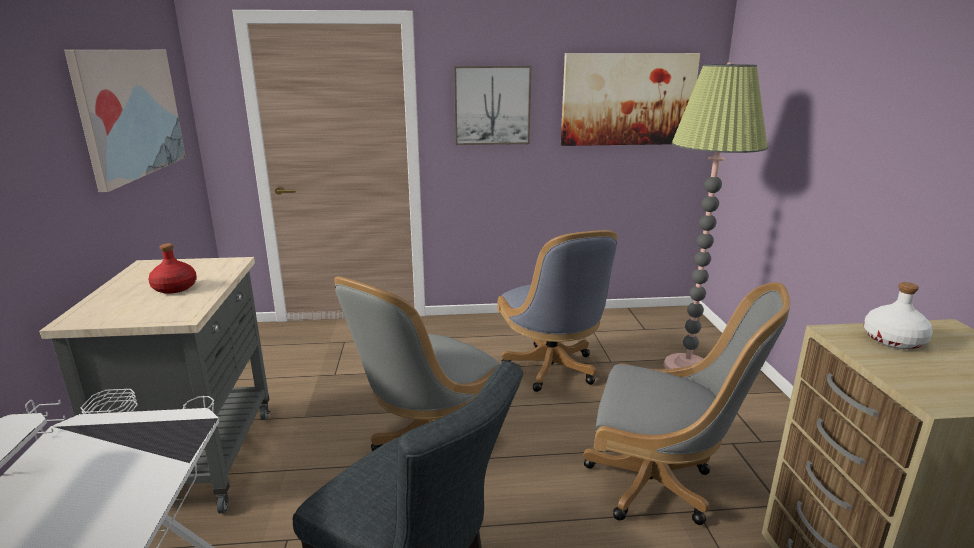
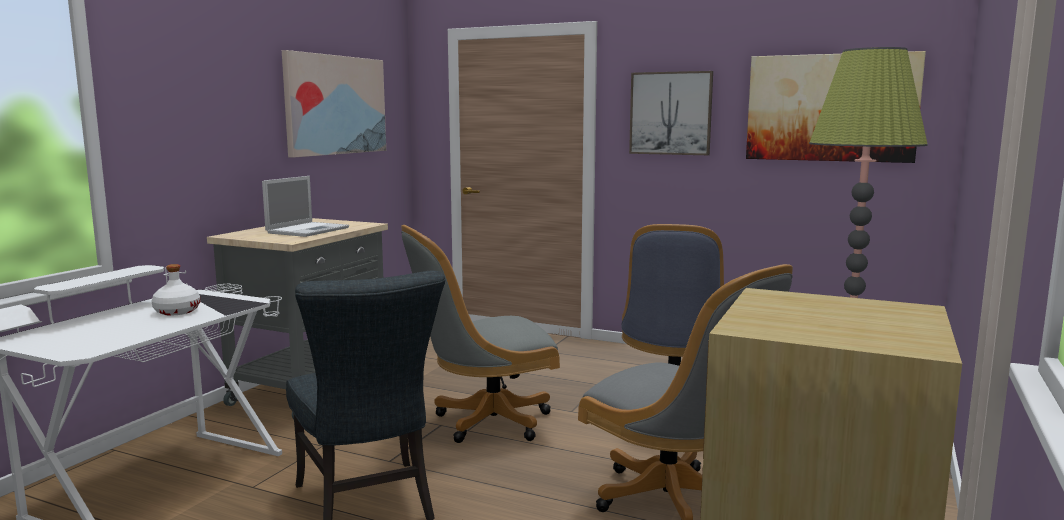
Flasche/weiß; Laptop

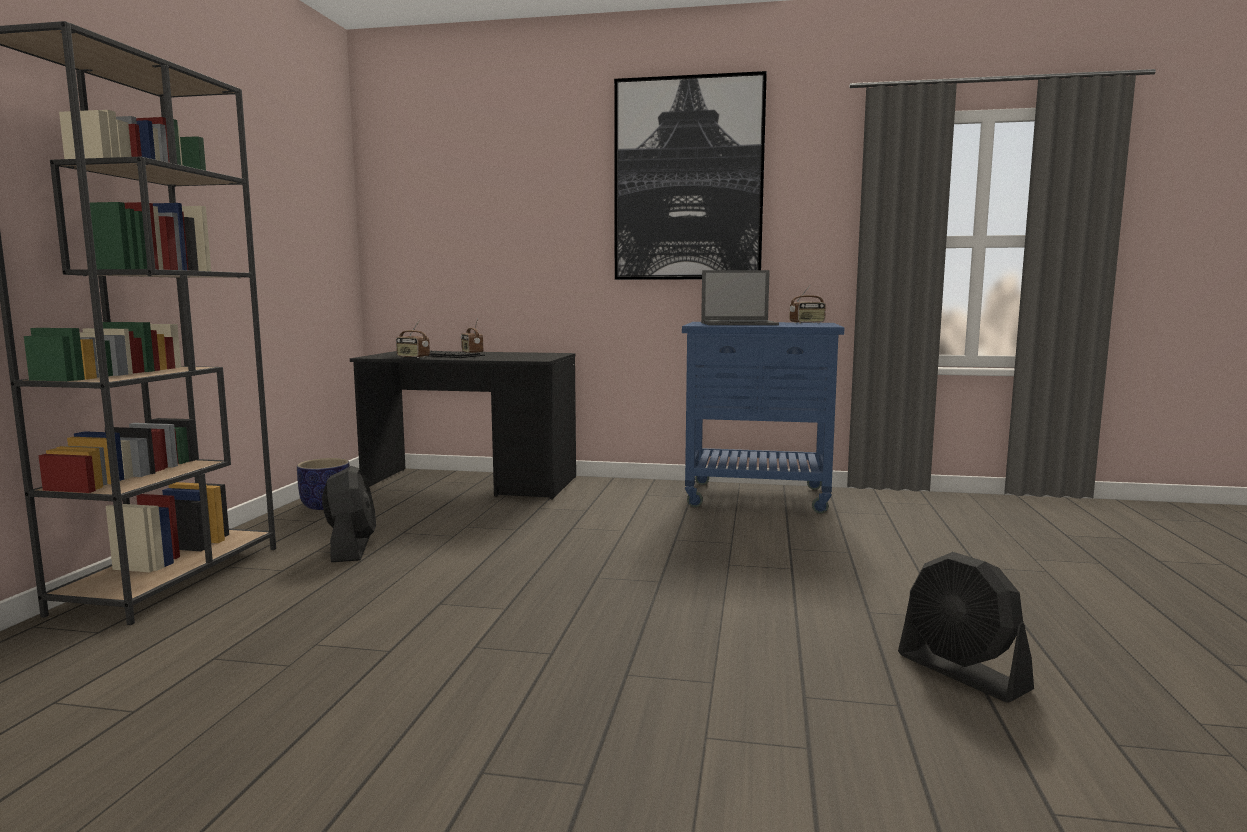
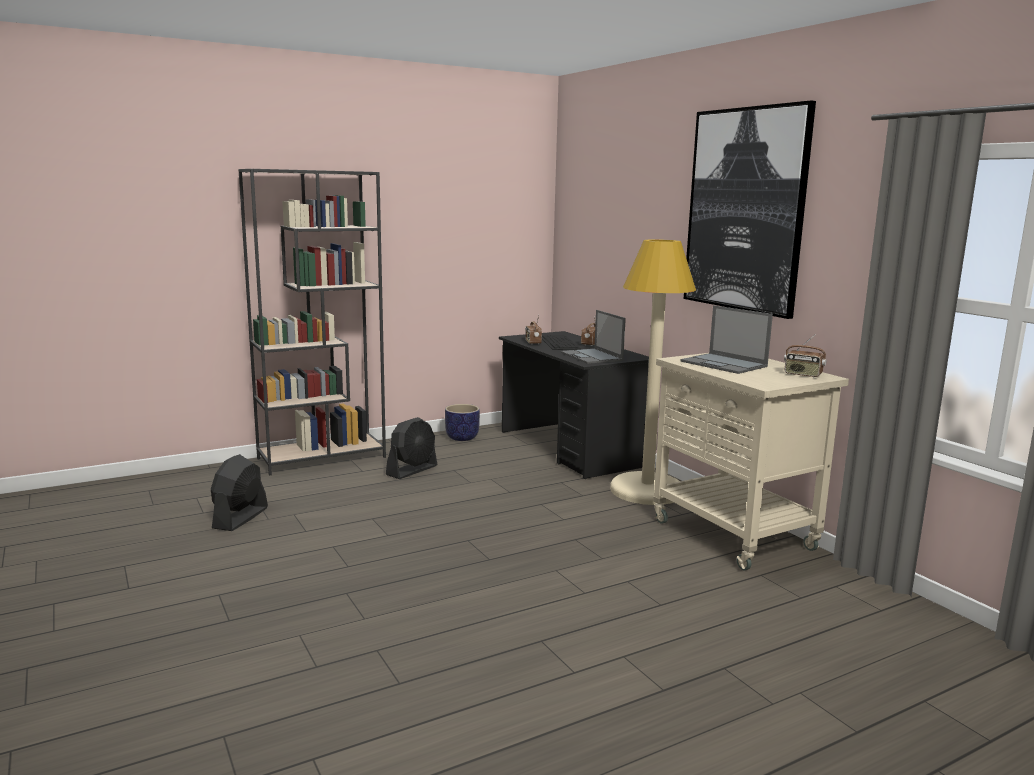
Ventilator/schwarz (no. 1 from left); Laptop (no. 1 from left); Stehlampe/beige; Rollwagen/beige

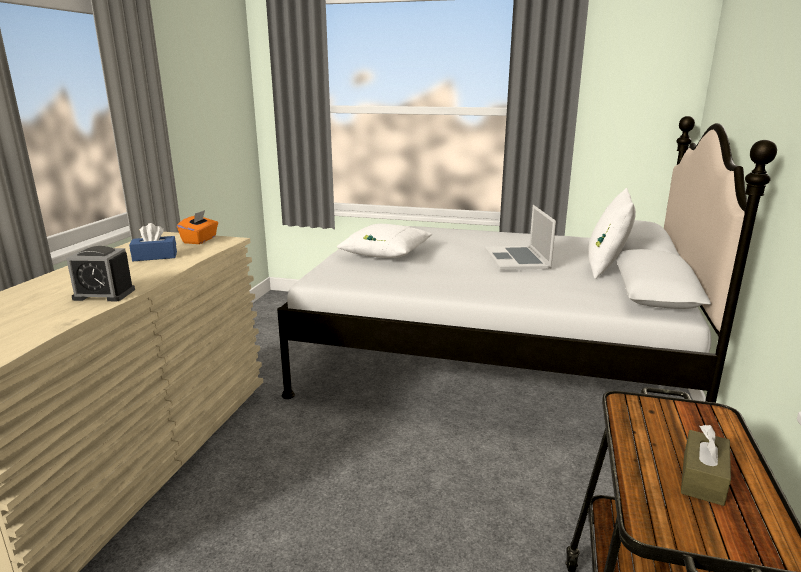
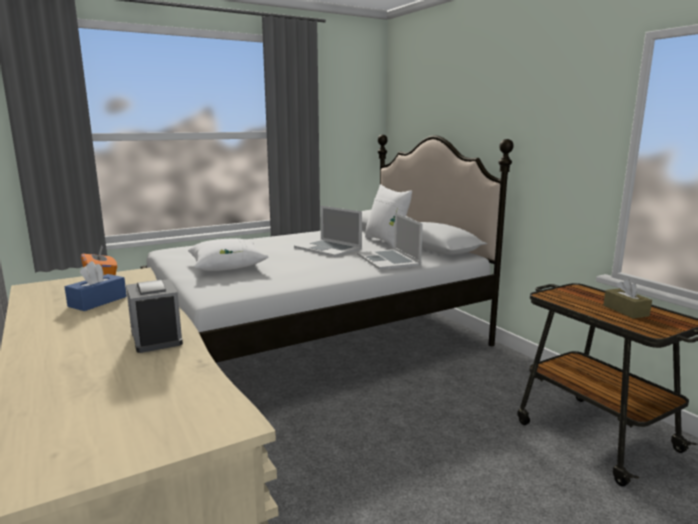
Wecker; Laptop (no. 2 from left)

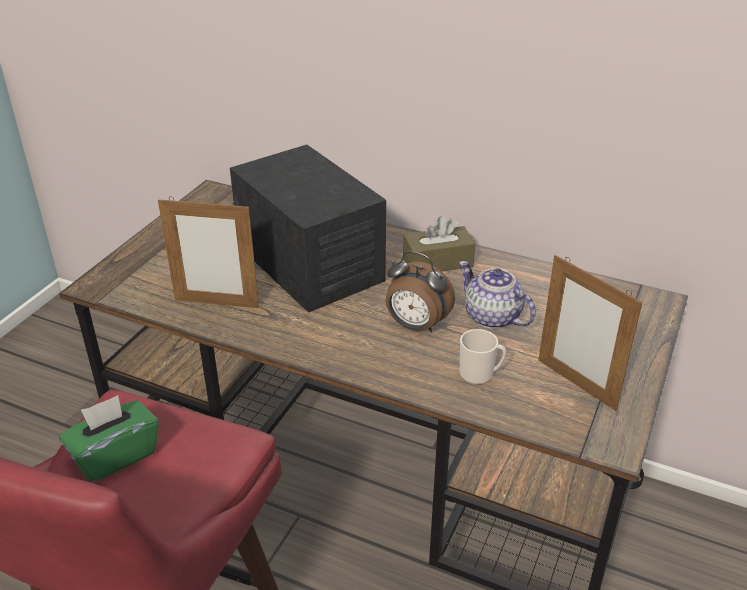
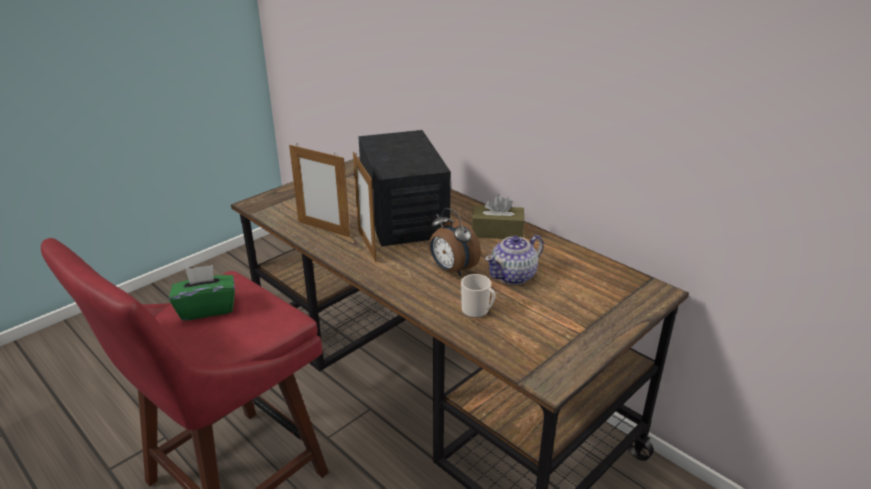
Bilderrahmen (no. 2 from left); Teekanne

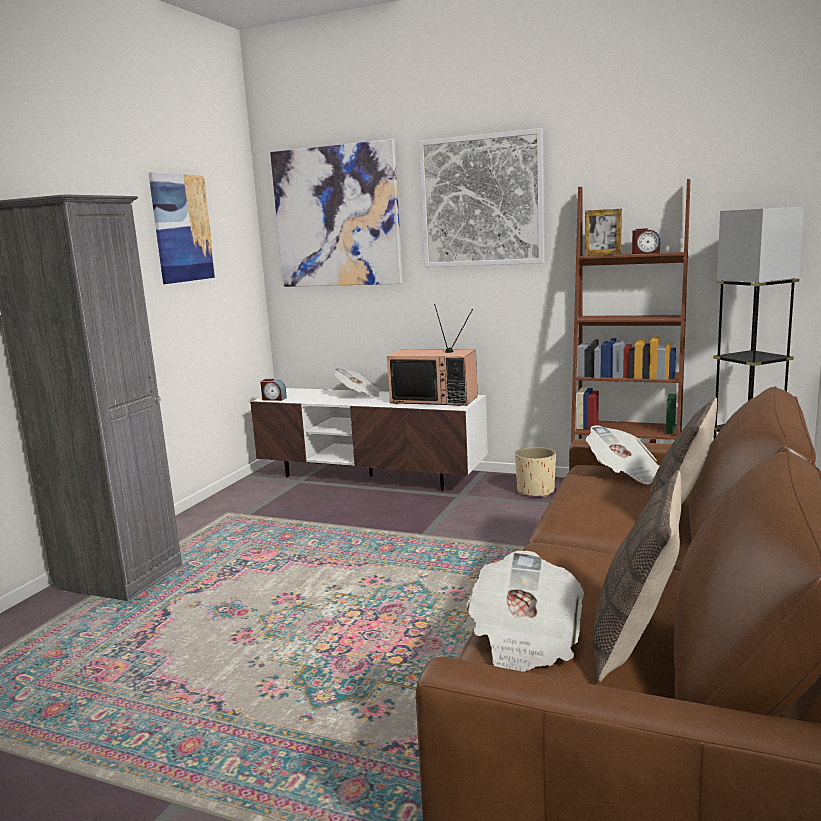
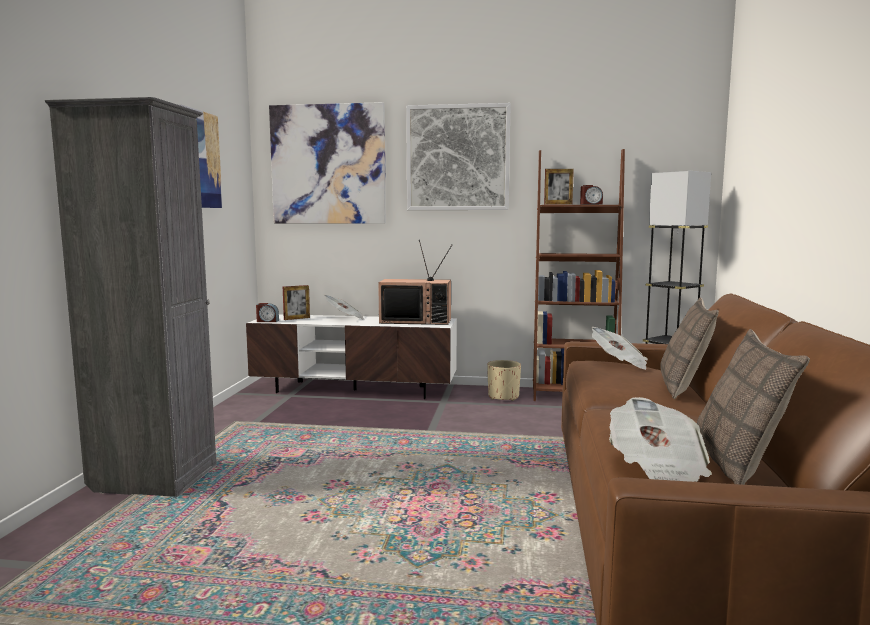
Bilderrahmen (no. 1 from left)

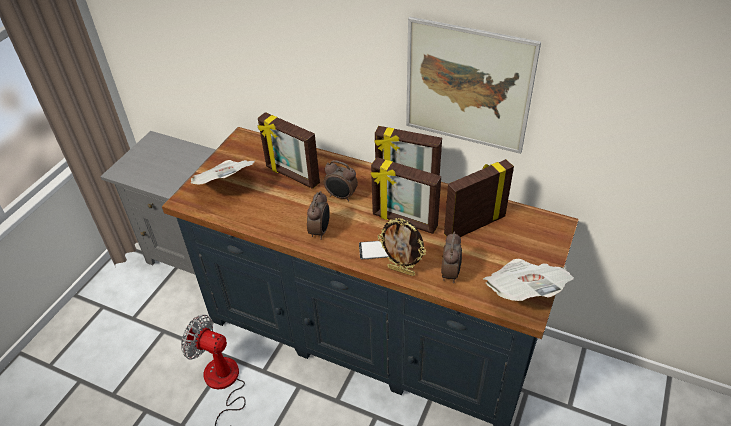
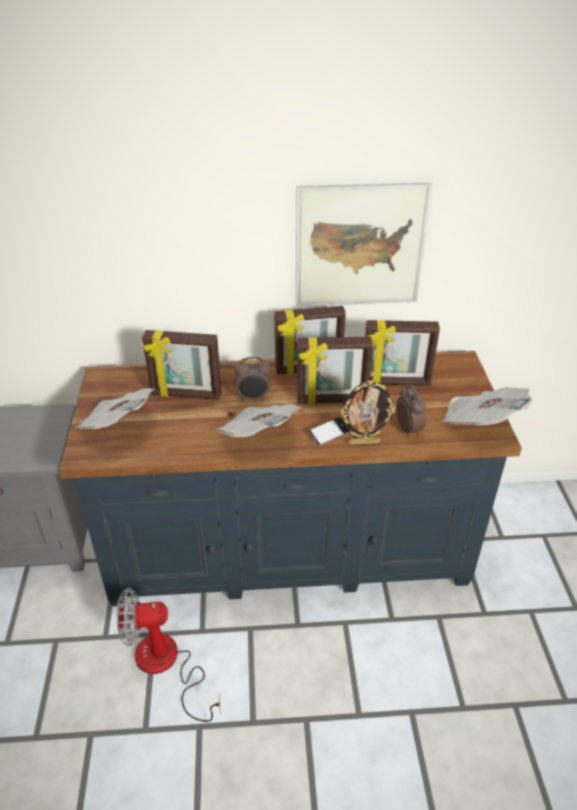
Zeitung (no. 2 from left); Bilderrahmen (no. 5 from left)

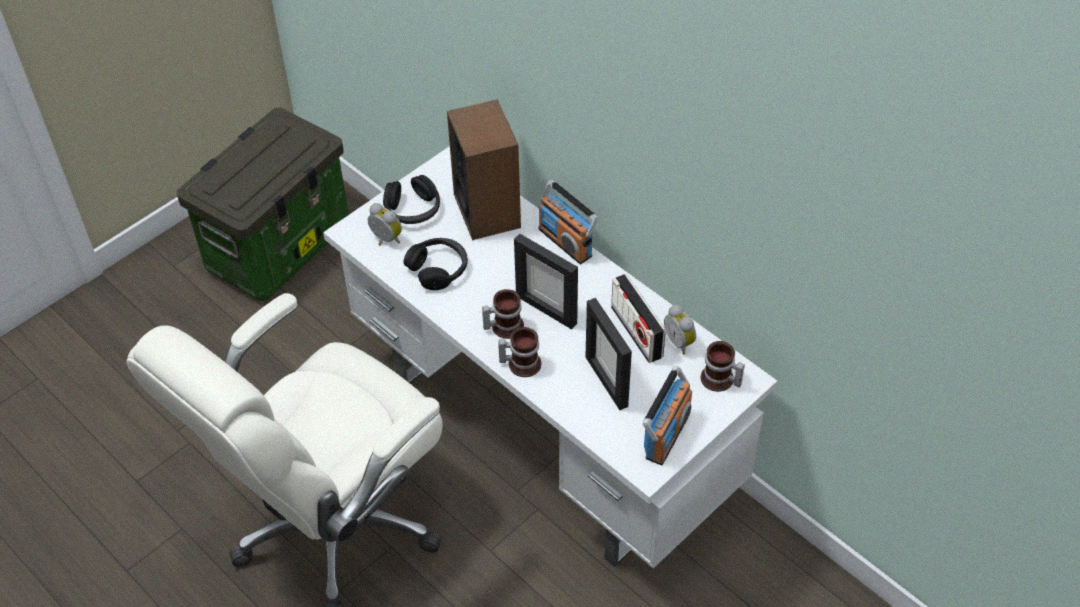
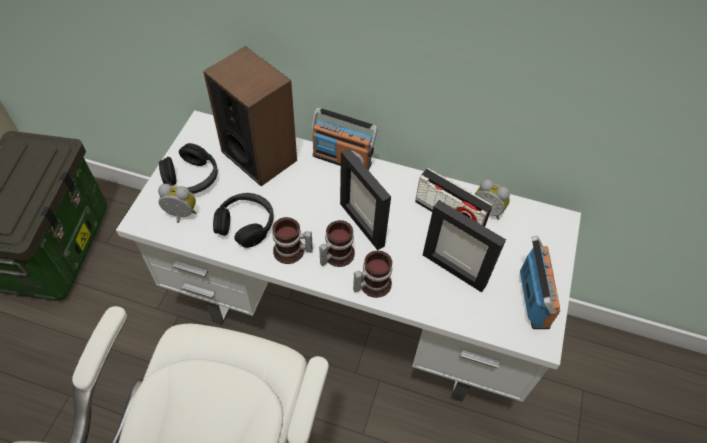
Henkelbecher (no. 1 from left); Bilderrahmen (no. 1 from left)

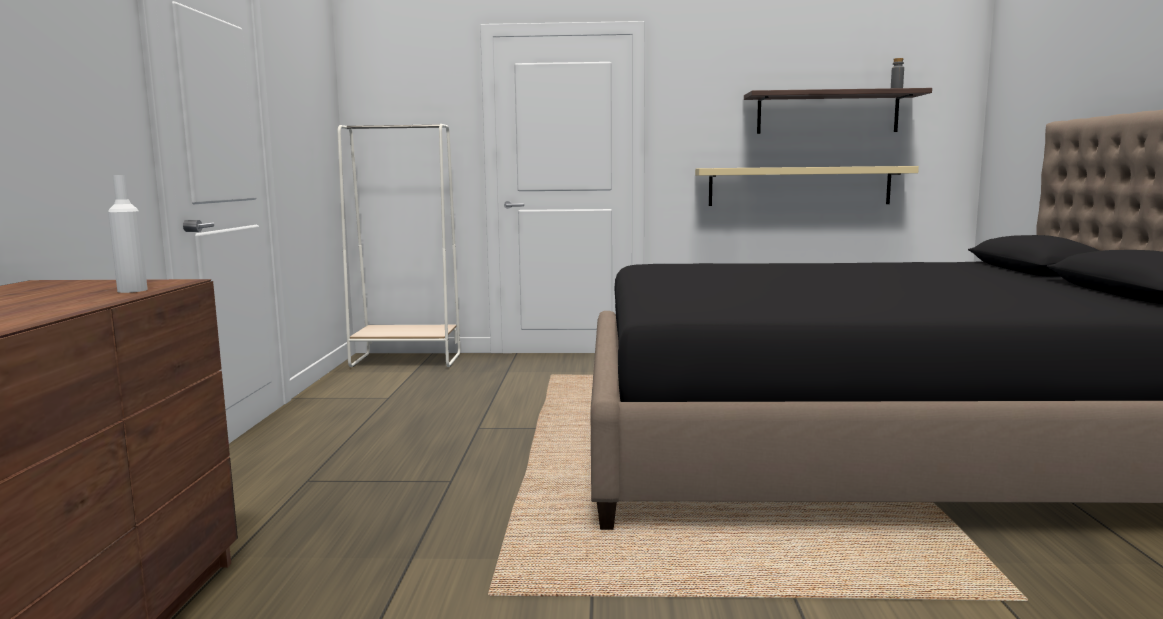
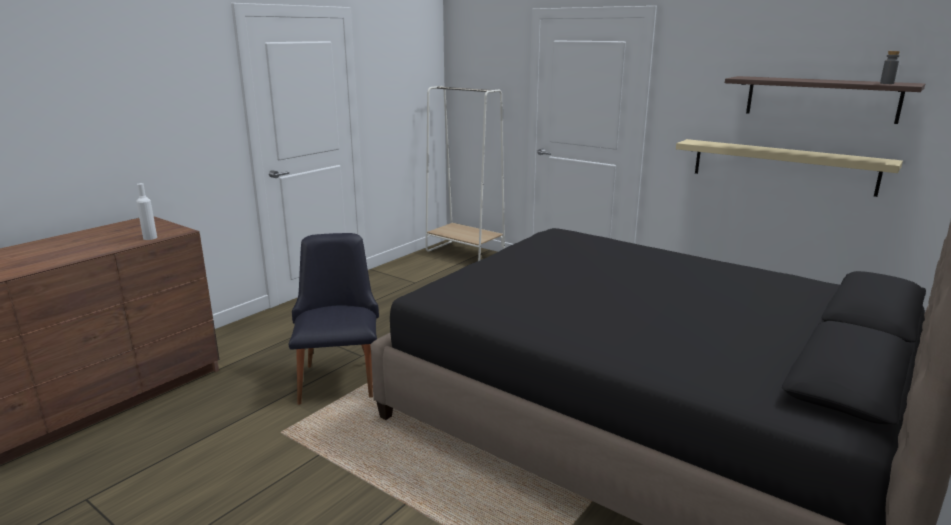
Stuhl/schwarz

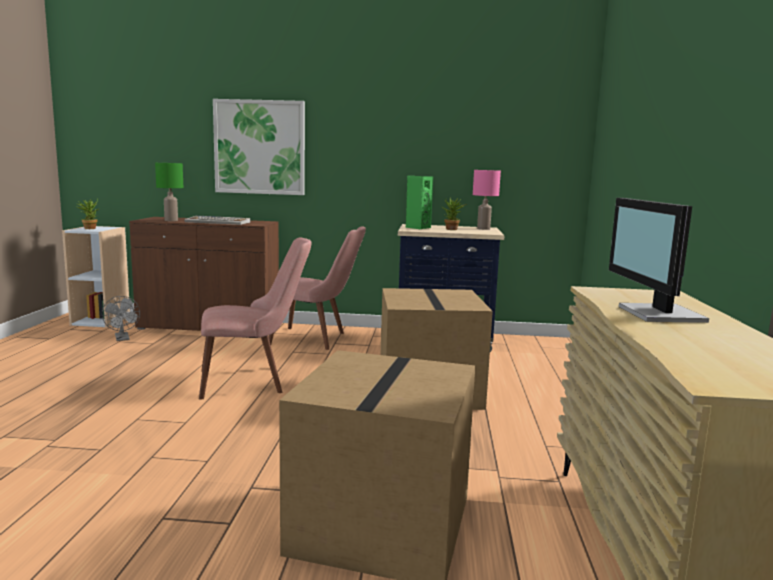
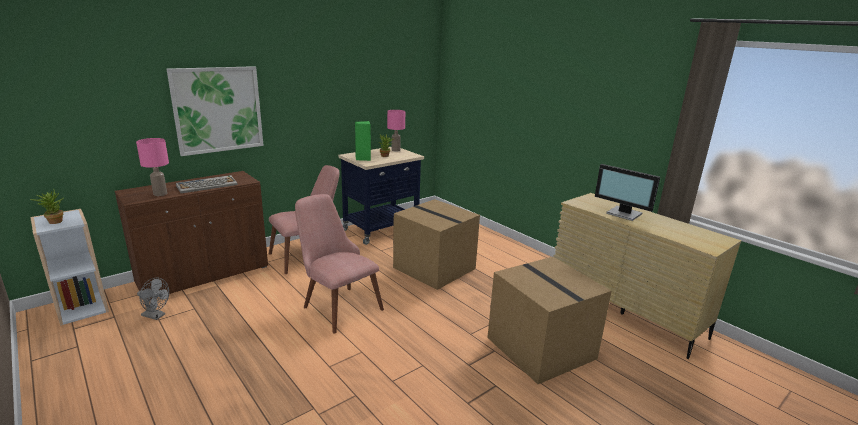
Tischlampe/rosa (no. 1 from left); Stuhl/rosa (no. 2 from left)

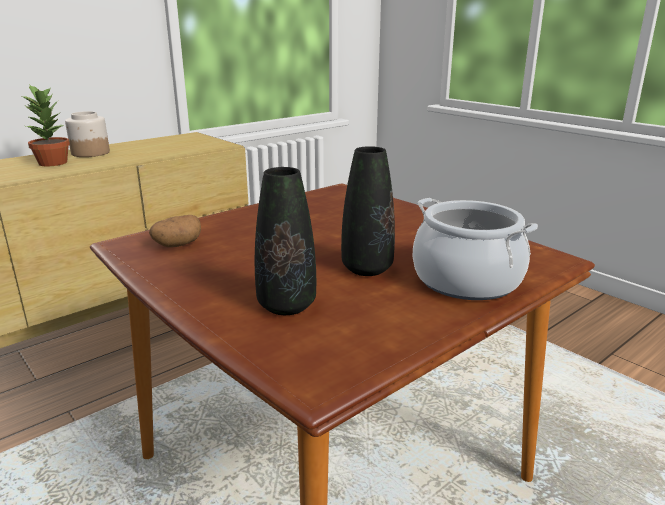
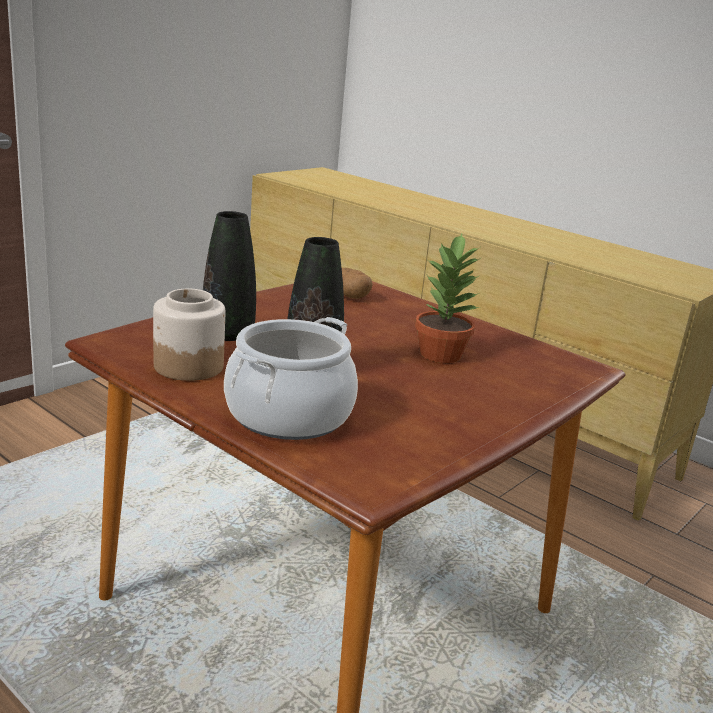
Vorratsglas; Topfpflanze

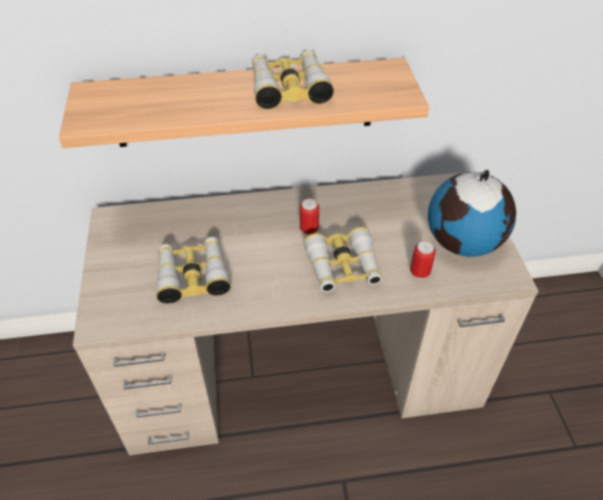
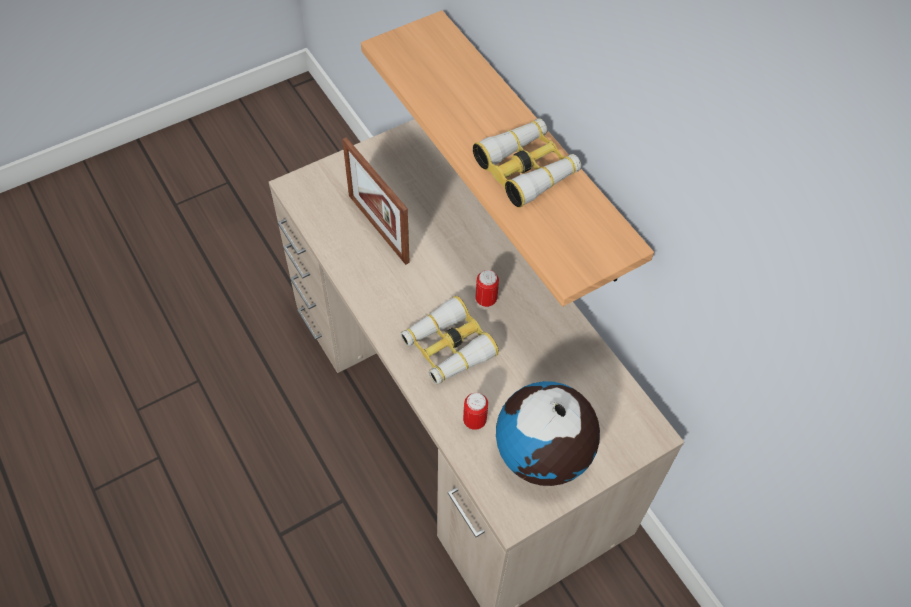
Bilderrahmen

